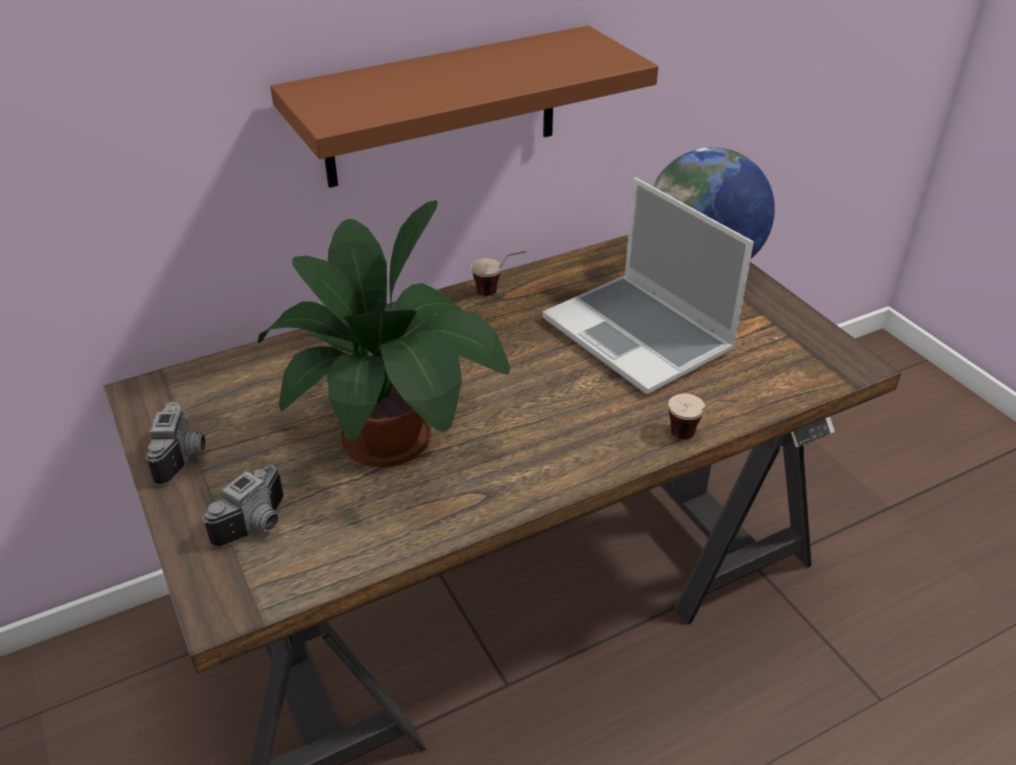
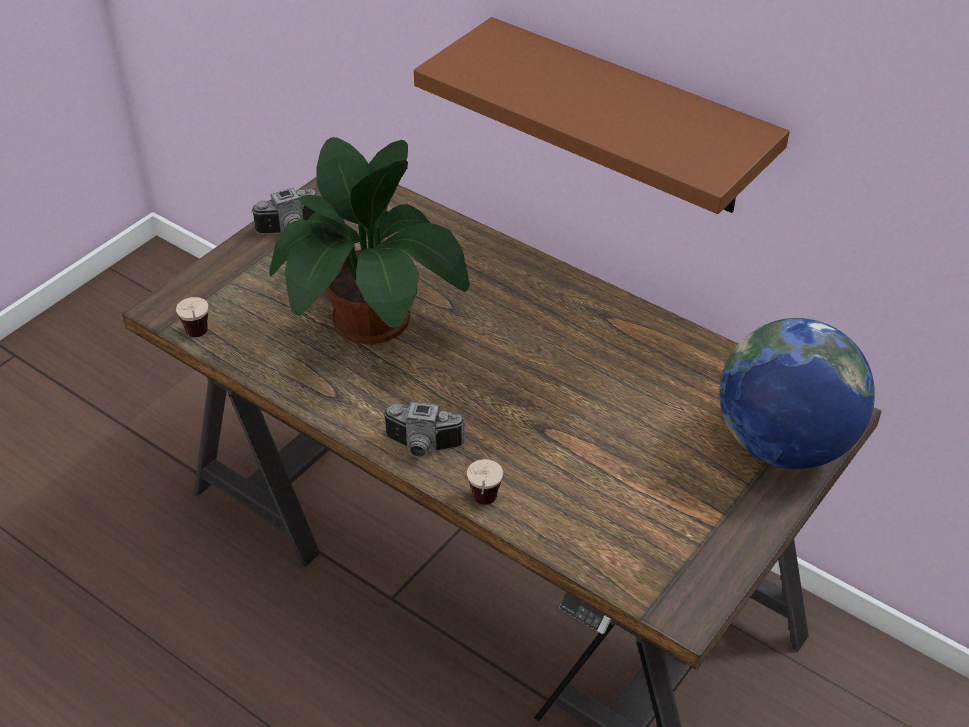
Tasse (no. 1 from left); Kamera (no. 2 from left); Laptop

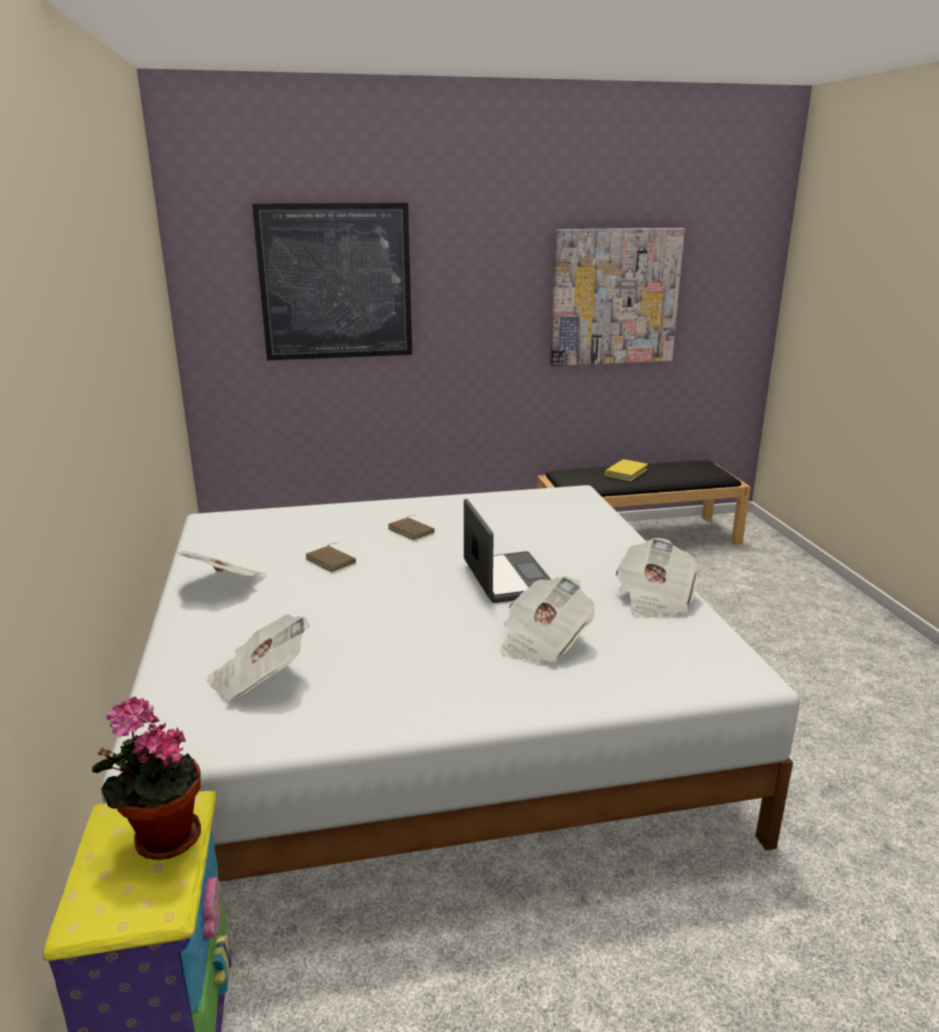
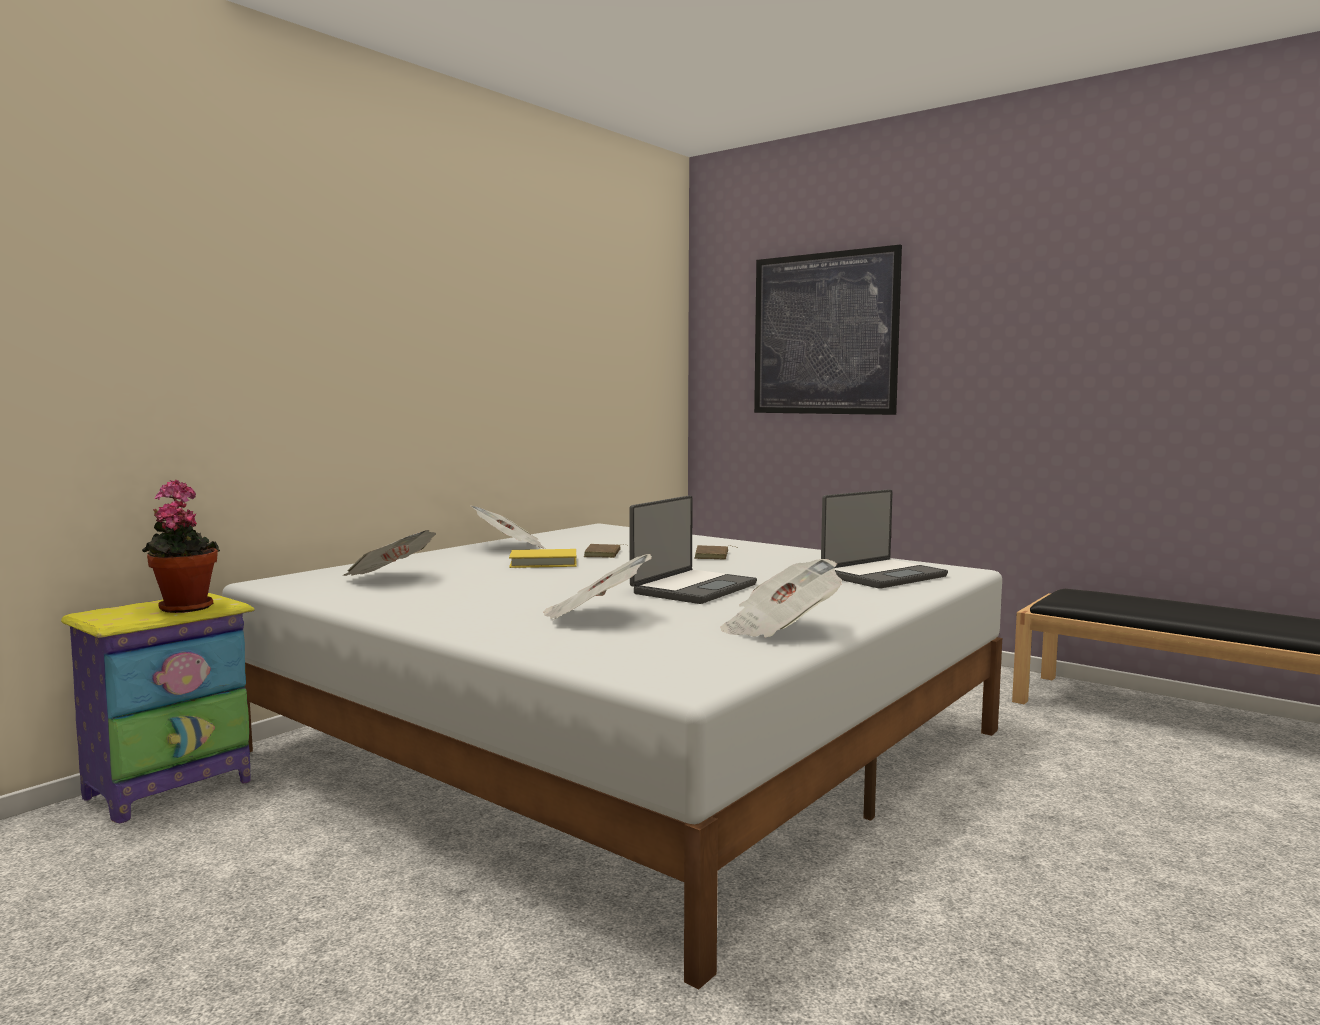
Buch/gelb; Laptop (no. 2 from left); Bild (no. 2 from left in the first image)

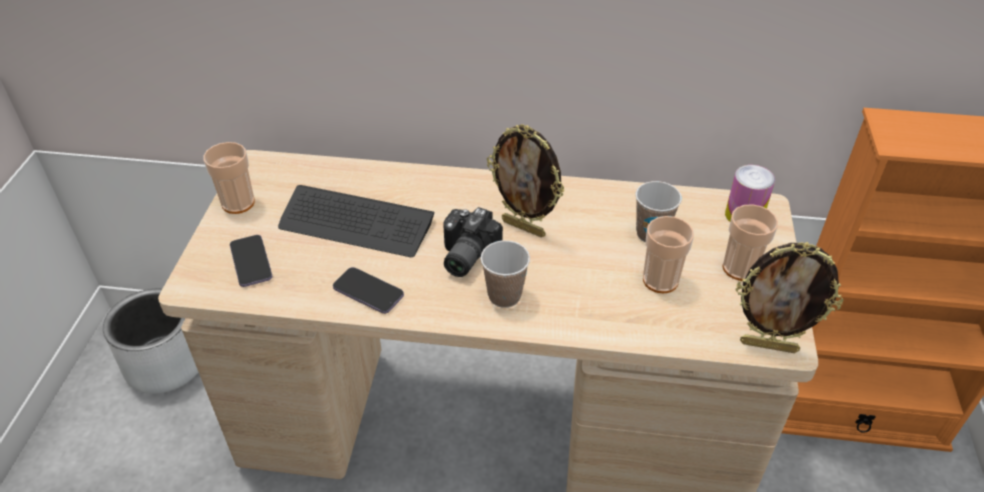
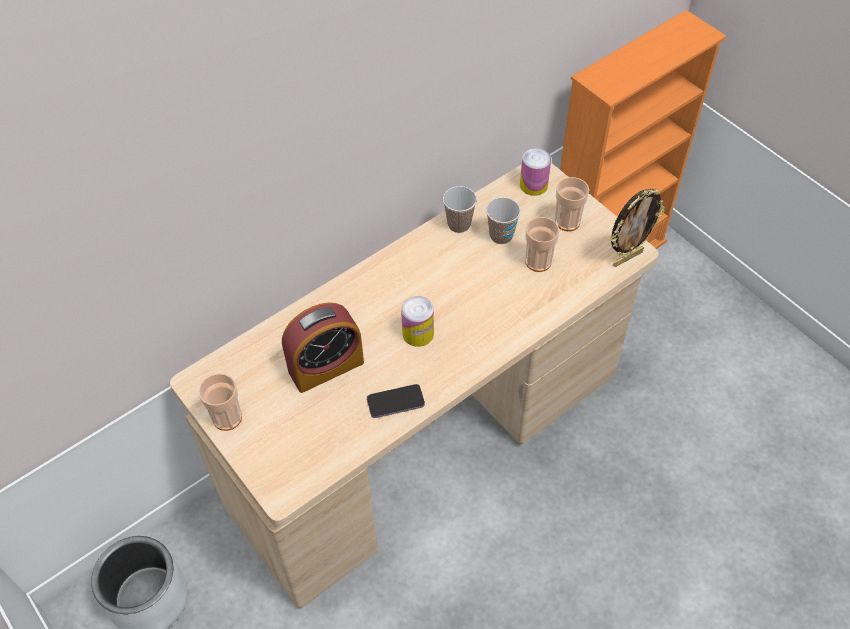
Wecker; Dose (no. 1 from left); Tasse (no. 2 from left); Handy (no. 1 from left in the first image); Bilderrahmen (no. 1 from left in the first image)

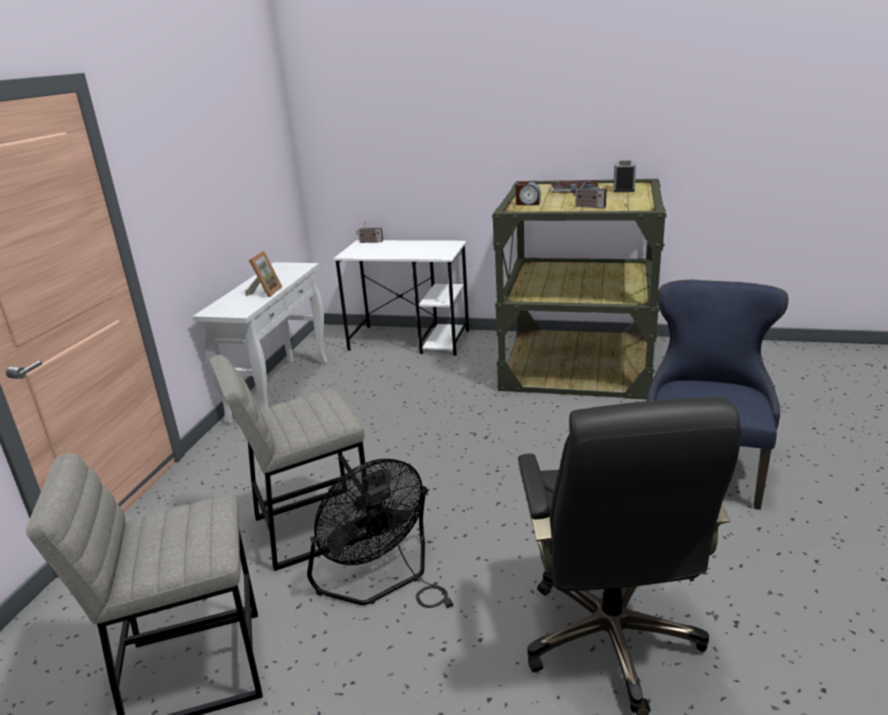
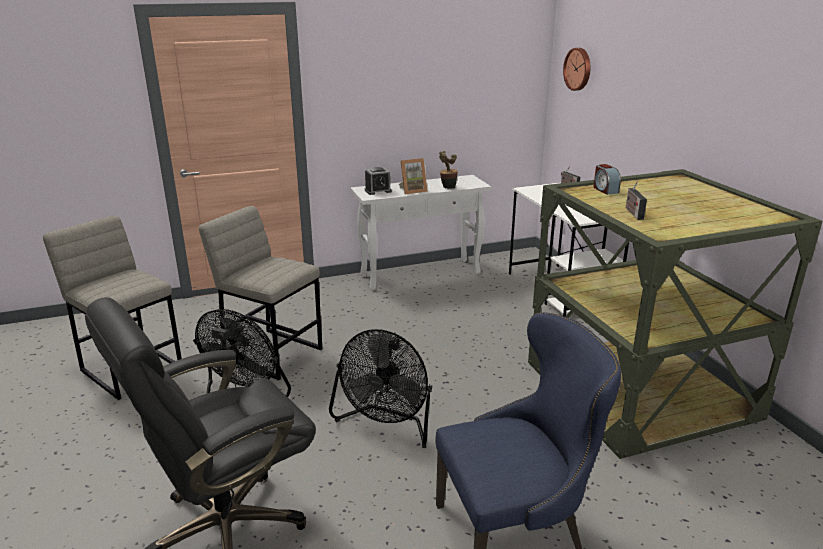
Ventilator/schwarz (no. 2 from left); Wecker (no. 1 from left); Topfpflanze; Wanduhr; Buch

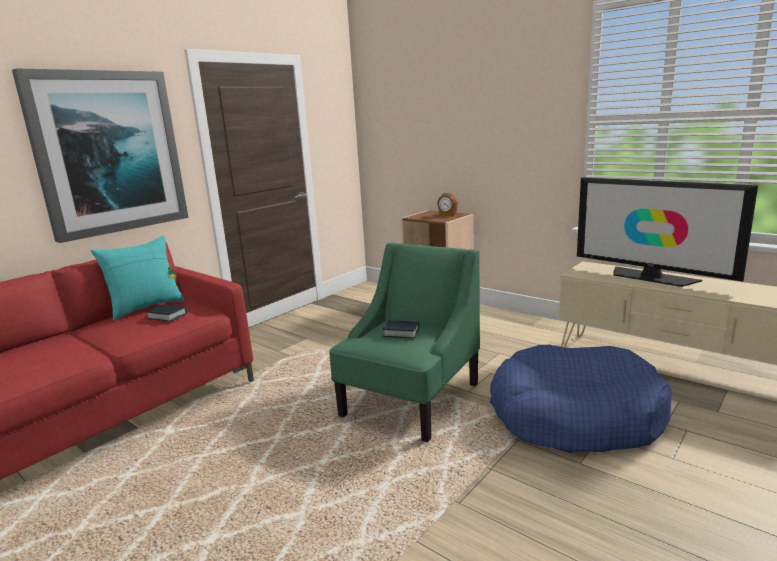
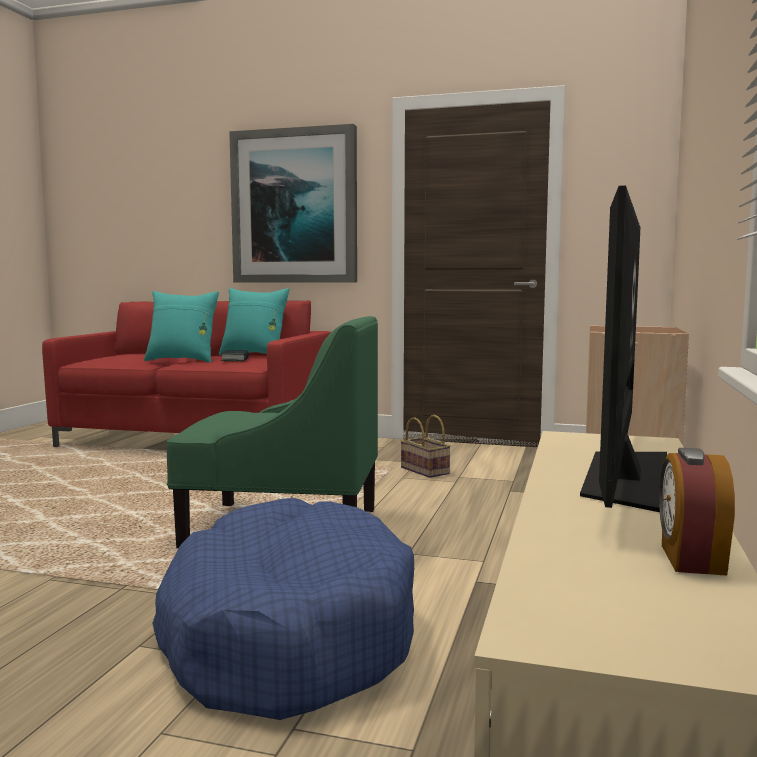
Kissen/türkis (no. 1 from left); Korb; Wecker; Buch (no. 2 from left in the first image)

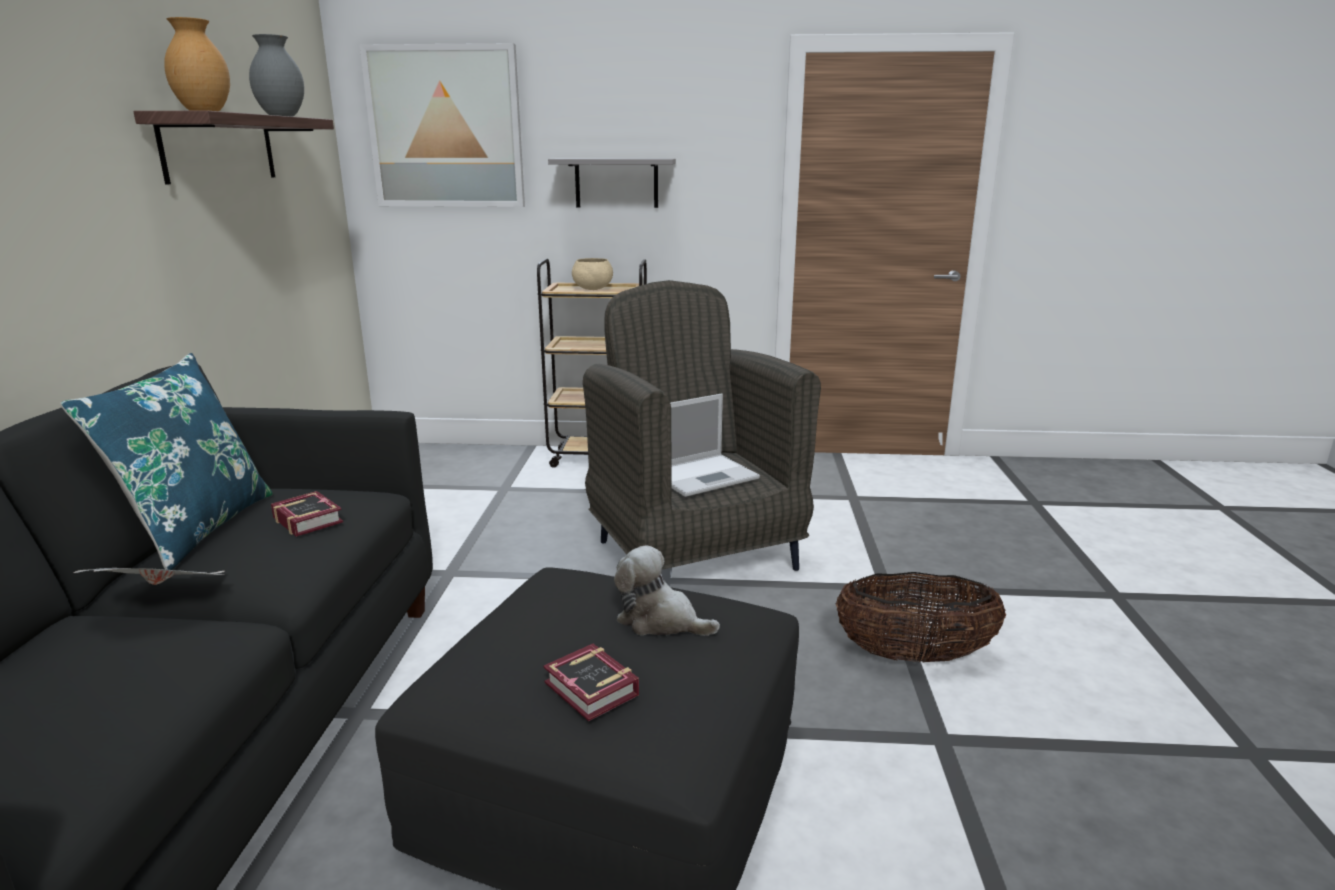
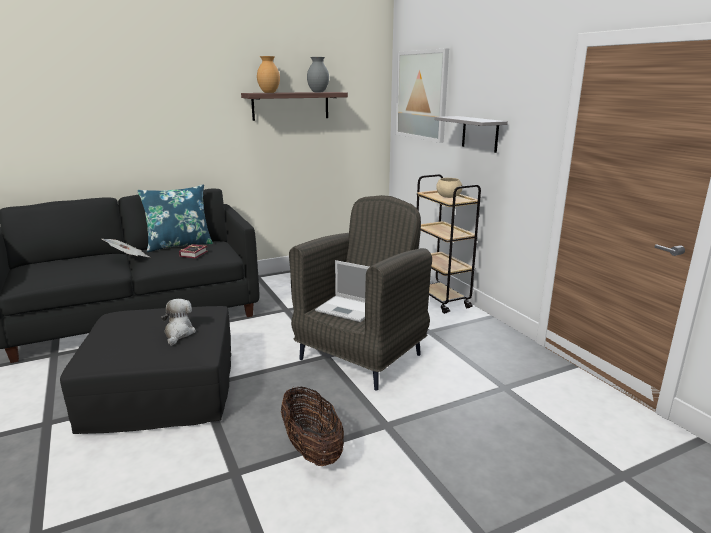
Buch (no. 2 from left in the first image)

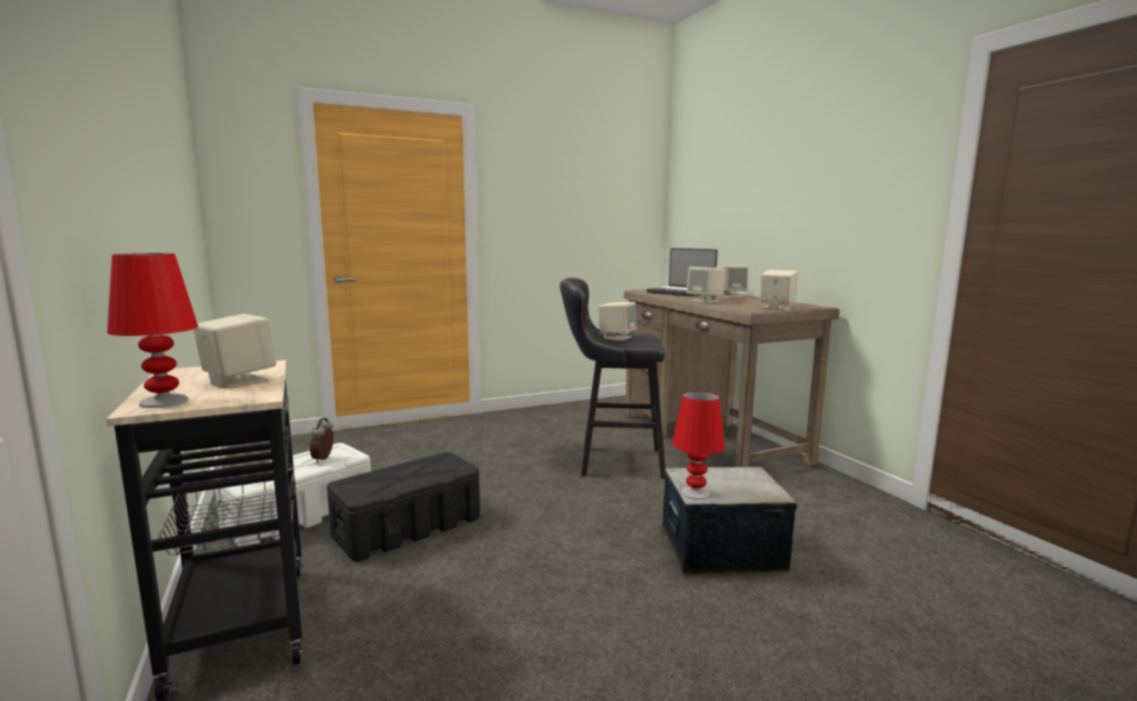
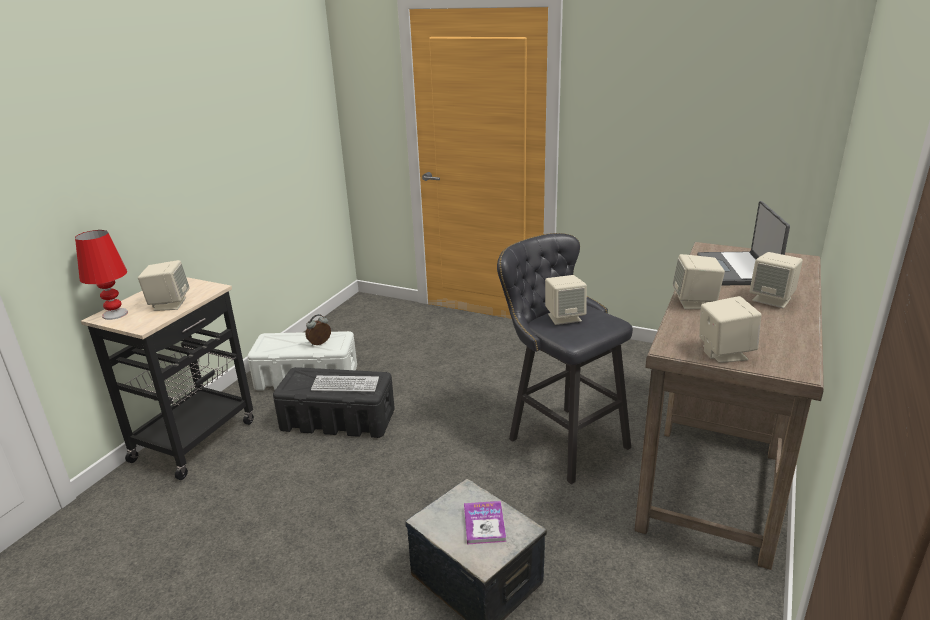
Tastatur; Buch; Tischlampe/rot (no. 2 from left in the first image)

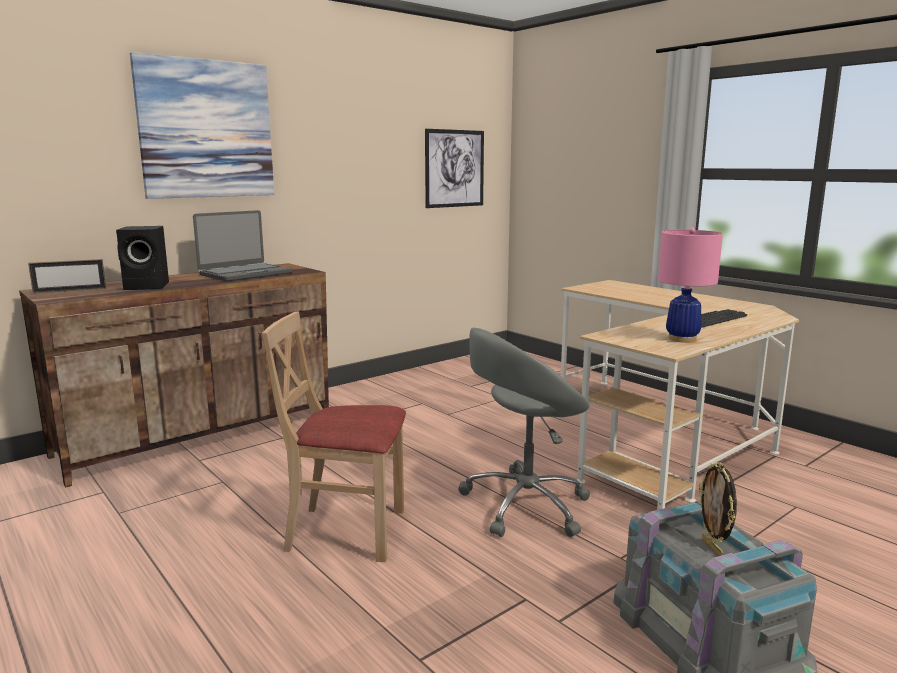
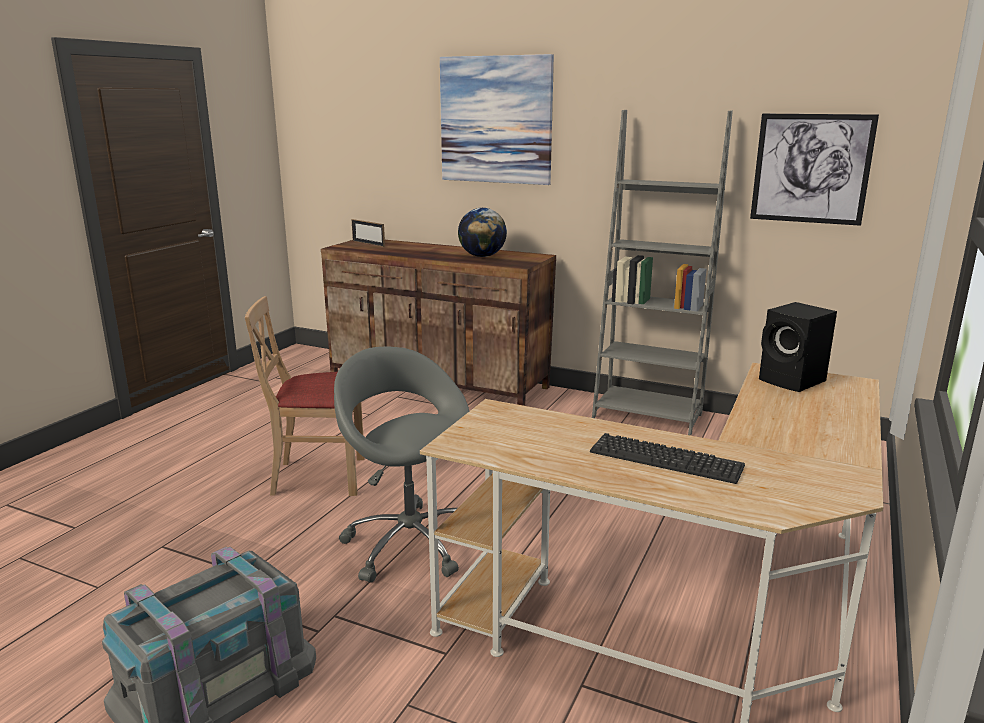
Stuhl/beige; Globus; Bücherregal/grau; Lautsprecher/schwarz; Tischlampe/rosa; Bilderrahmen (no. 2 from left in the first image)

